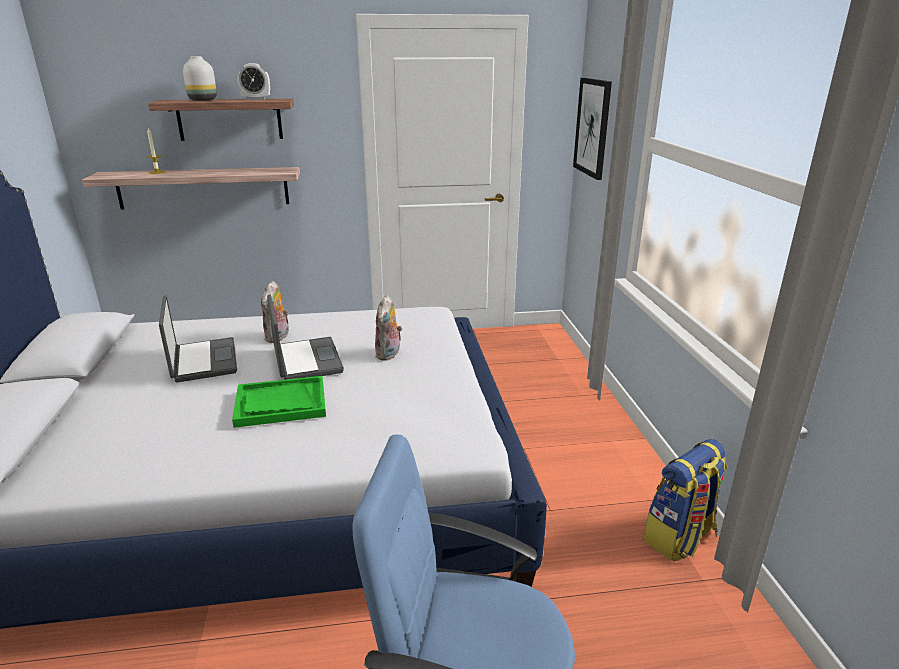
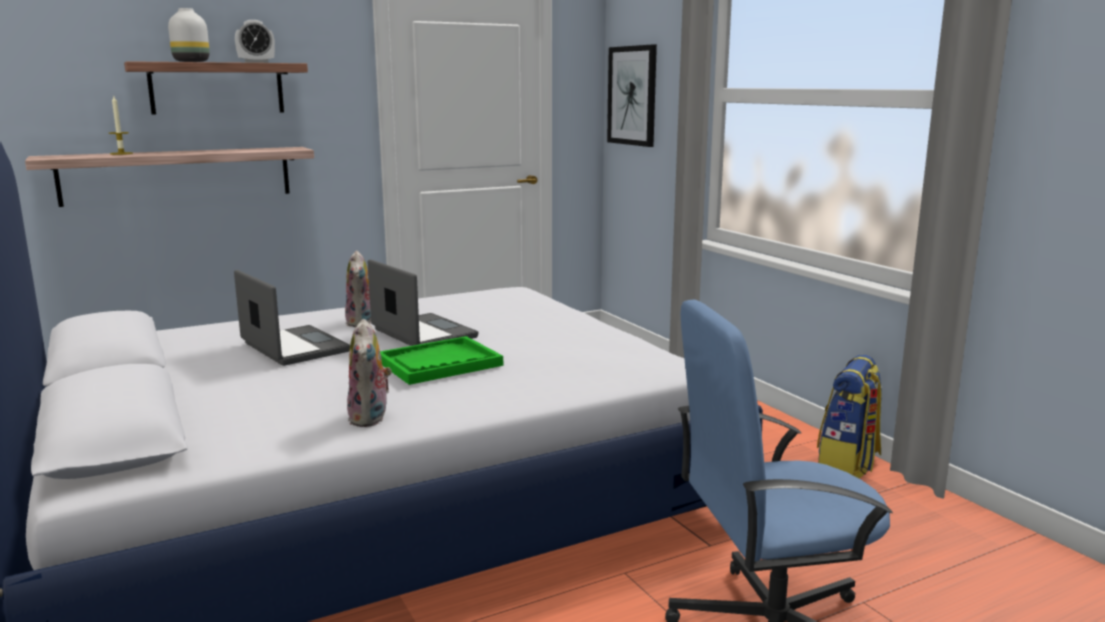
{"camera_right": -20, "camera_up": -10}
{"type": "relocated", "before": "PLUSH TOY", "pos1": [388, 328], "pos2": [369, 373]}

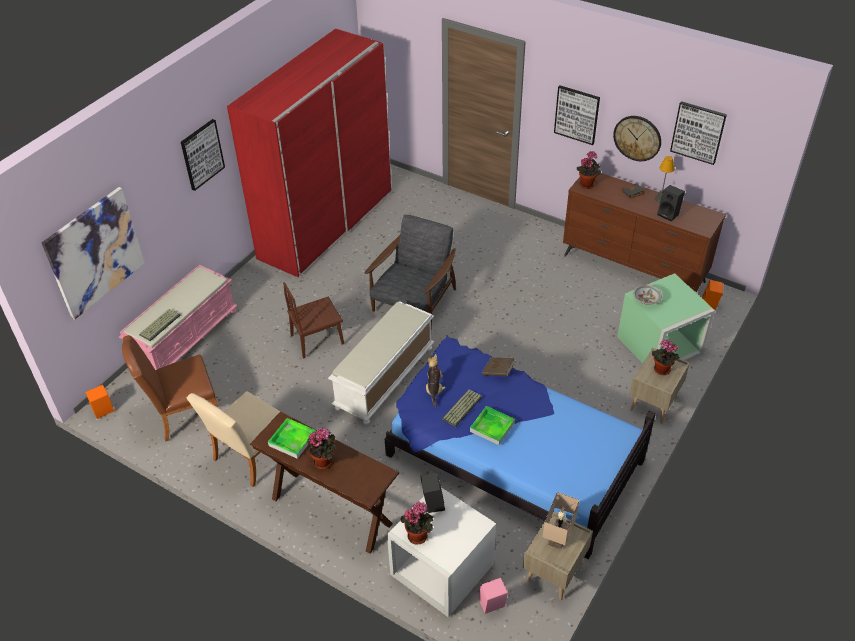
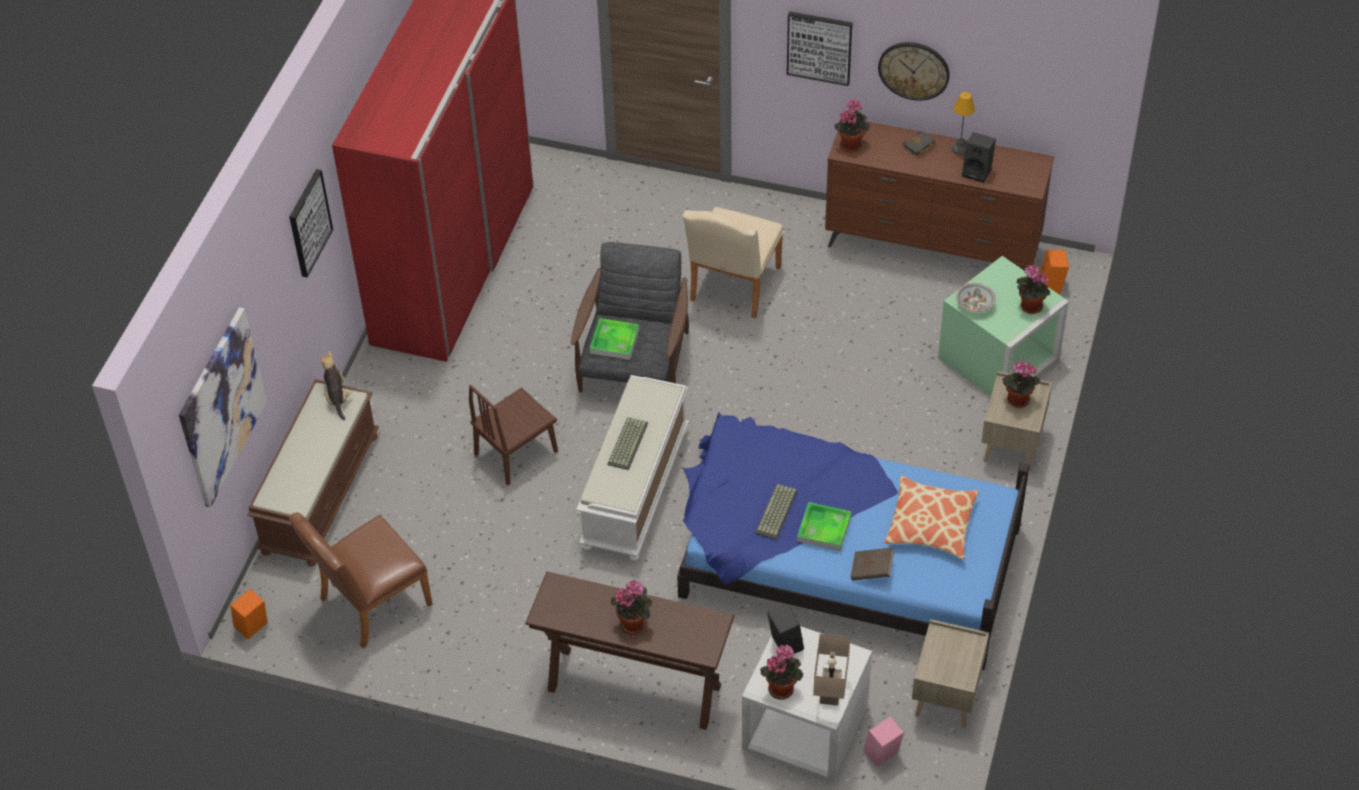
{"camera_right": -15, "camera_up": 5}
{"type": "missing", "before": "PICTURE", "pos1": [698, 133]}
{"type": "colour", "before": "PINK INDOOR BENCH", "after": "BROWN-COLOURED INDOOR BENCH", "pos1": [178, 317], "pos2": [313, 472]}
{"type": "relocated", "before": "PC KEYBOARD", "pos1": [160, 325], "pos2": [628, 443]}
{"type": "relocated", "before": "PLUSH TOY", "pos1": [436, 380], "pos2": [335, 385]}
{"type": "relocated", "before": "BROWN-COLOURED VOLUME", "pos1": [499, 367], "pos2": [872, 564]}
{"type": "relocated", "before": "BEIGE-COLOURED CHAIR", "pos1": [233, 439], "pos2": [733, 262]}
{"type": "relocated", "before": "TRAY", "pos1": [292, 438], "pos2": [614, 339]}
{"type": "relocated", "before": "BEIGE-COLOURED TABLE LAMP", "pos1": [561, 521], "pos2": [831, 670]}
{"type": "appeared", "after": "POTTED PLANT", "pos2": [1033, 289]}
{"type": "appeared", "after": "CUSHION", "pos2": [931, 517]}

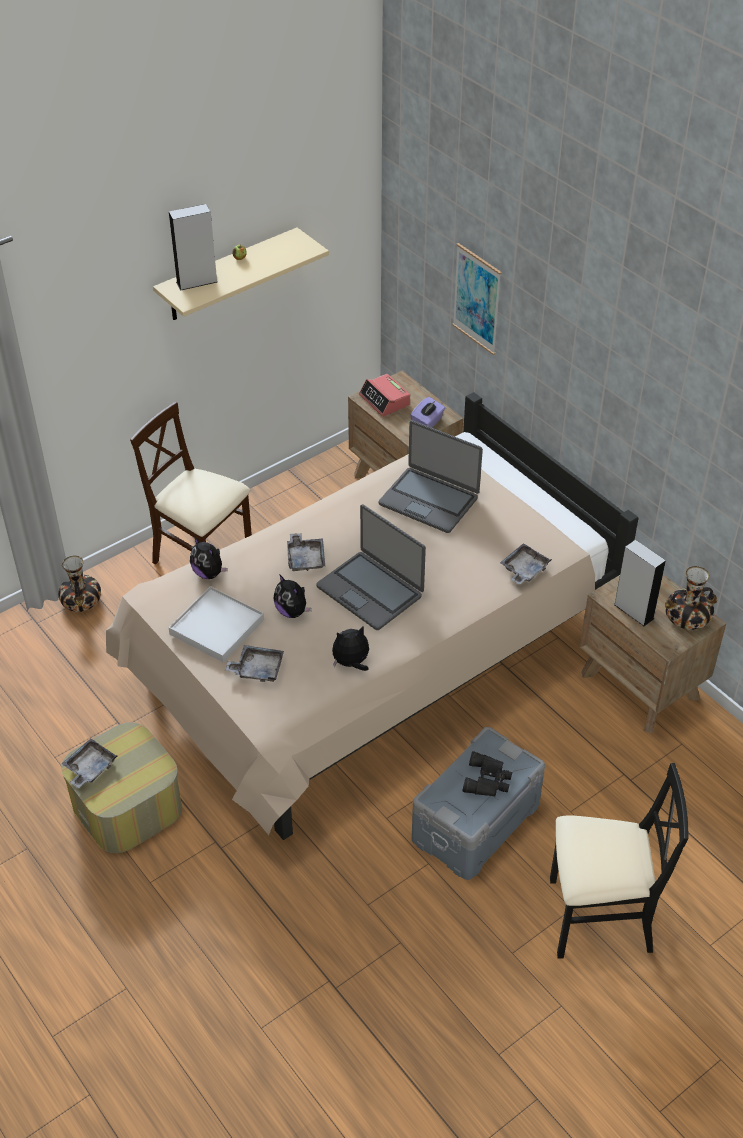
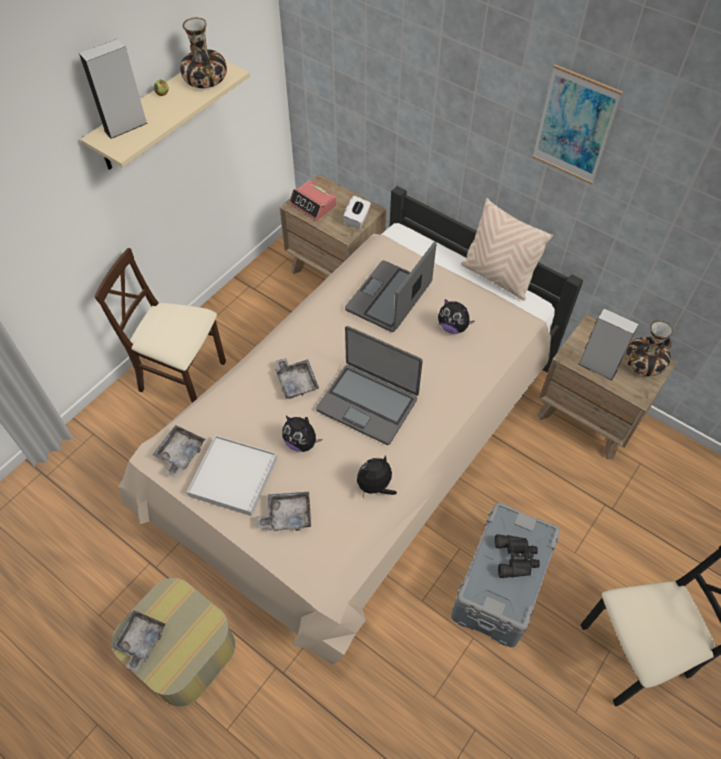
{"camera_right": -15, "camera_up": 10}
{"type": "relocated", "before": "PICTURE", "pos1": [477, 299], "pos2": [577, 124]}
{"type": "colour", "before": "PURPLISH TISSUE HOLDER", "after": "WHITISH TISSUE HOLDER", "pos1": [427, 412], "pos2": [357, 212]}
{"type": "spun", "before": "NOTEBOOK COMPUTER", "pos1": [431, 476], "pos2": [390, 287], "turn": 105}
{"type": "relocated", "before": "PLUSH TOY", "pos1": [209, 558], "pos2": [456, 316]}
{"type": "relocated", "before": "GREY TRAY", "pos1": [526, 564], "pos2": [179, 451]}
{"type": "relocated", "before": "FLOWER VASE", "pos1": [79, 583], "pos2": [203, 52]}
{"type": "appeared", "after": "BEIGE-COLOURED CUSHION", "pos2": [507, 249]}

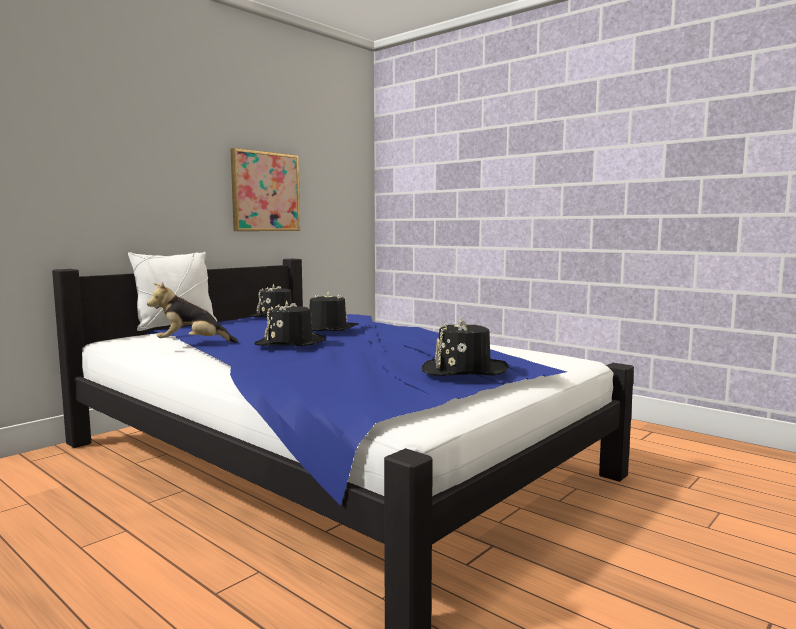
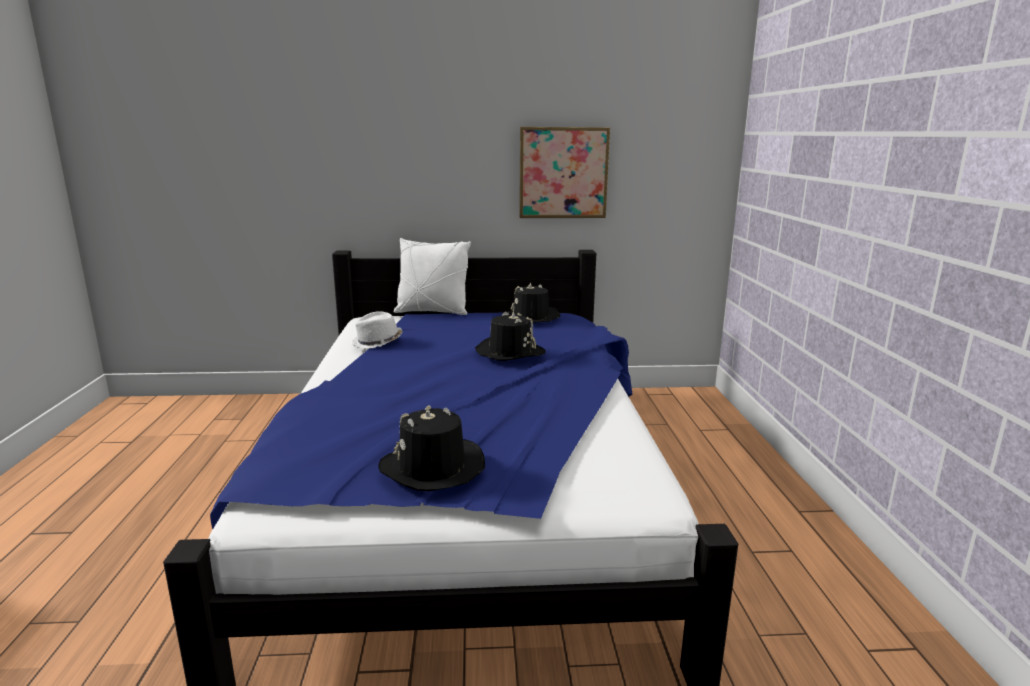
{"camera_right": 45, "camera_up": 10}
{"type": "exchanged", "before": "PLUSH TOY", "after": "WHITISH HAT", "pos1": [192, 312], "pos2": [377, 330]}
{"type": "missing", "before": "BLACKISH HAT", "pos1": [290, 323]}

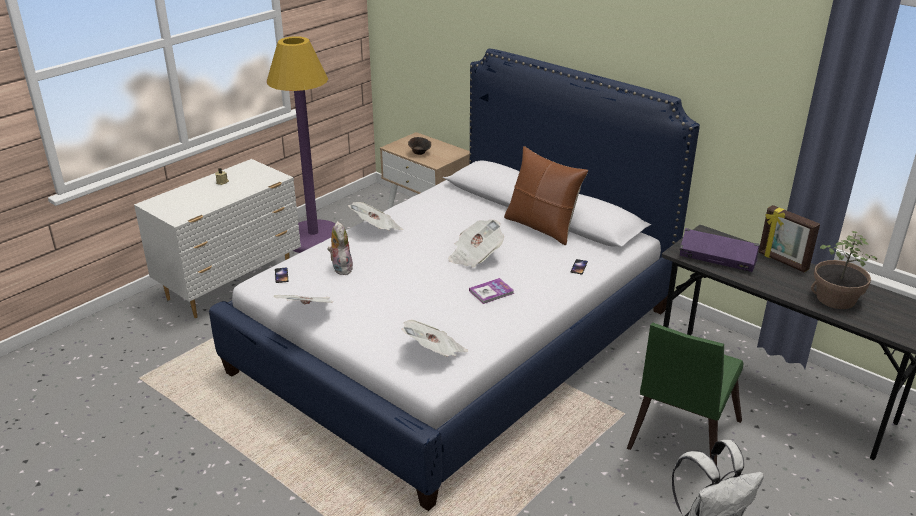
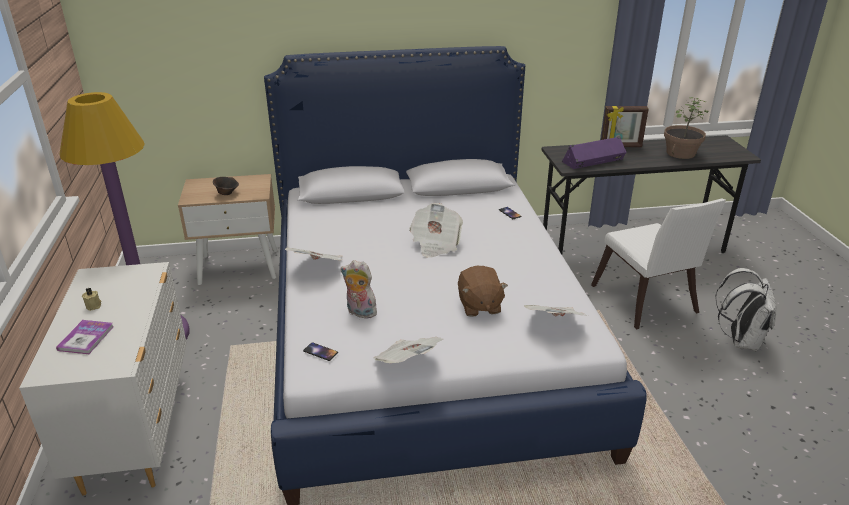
{"camera_right": -50, "camera_up": 0}
{"type": "missing", "before": "BROWN-COLOURED CUSHION", "pos1": [546, 195]}
{"type": "relocated", "before": "VOLUME", "pos1": [491, 291], "pos2": [85, 337]}
{"type": "colour", "before": "GREEN CHAIR", "after": "WHITISH CHAIR", "pos1": [685, 394], "pos2": [658, 263]}
{"type": "appeared", "after": "BROWN-COLOURED PLUSH TOY", "pos2": [483, 291]}

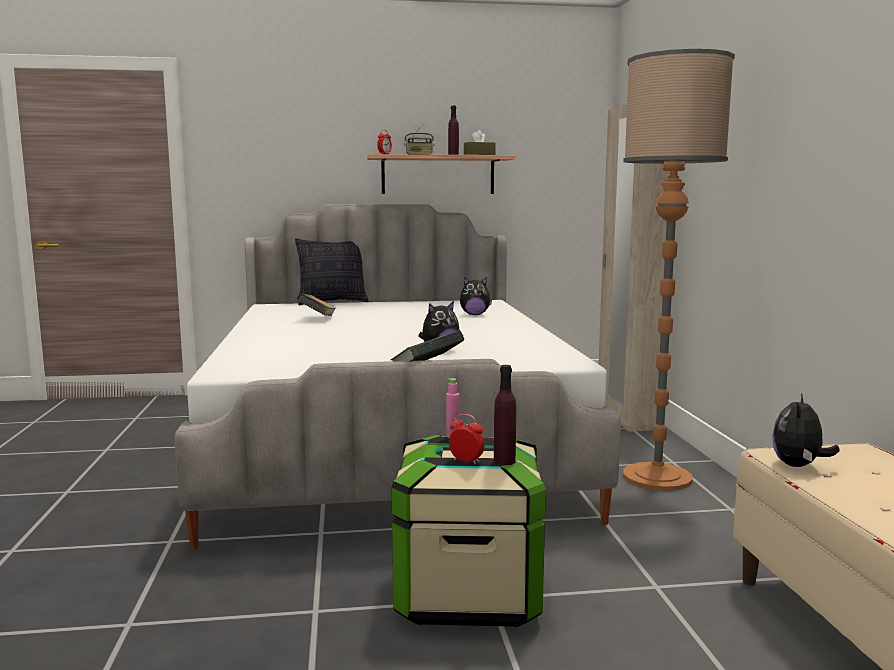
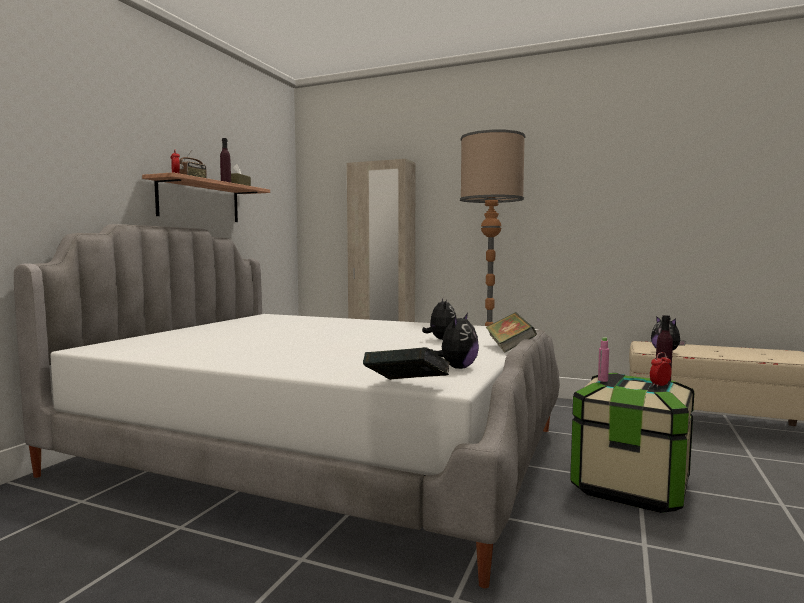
{"camera_right": -60, "camera_up": -5}
{"type": "missing", "before": "CUSHION", "pos1": [332, 271]}
{"type": "relocated", "before": "PLUSH TOY", "pos1": [476, 296], "pos2": [455, 341]}
{"type": "relocated", "before": "VOLUME", "pos1": [316, 304], "pos2": [406, 363]}

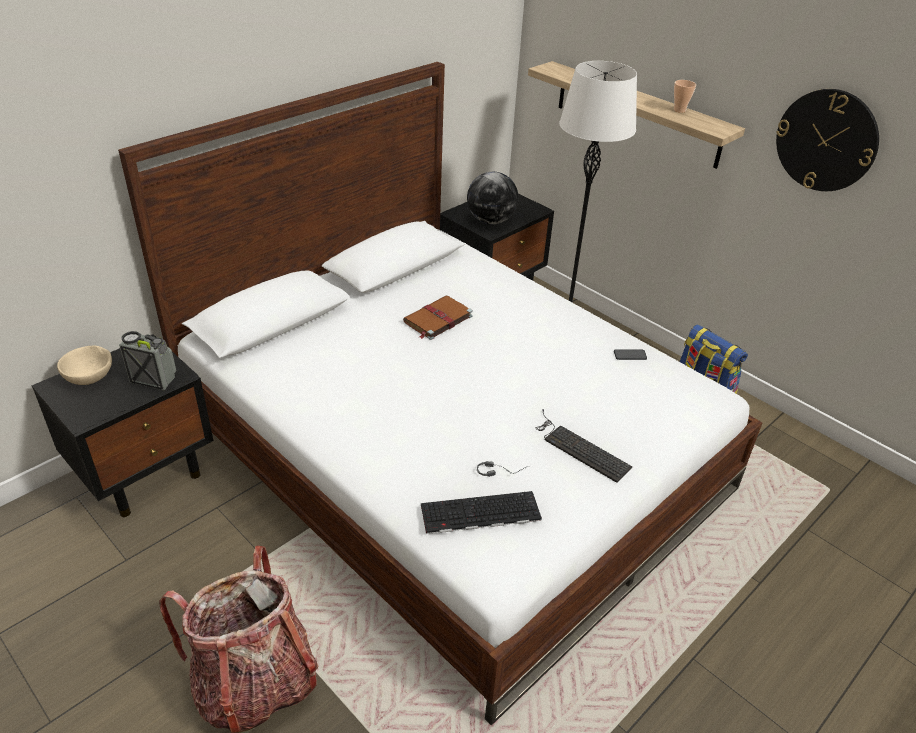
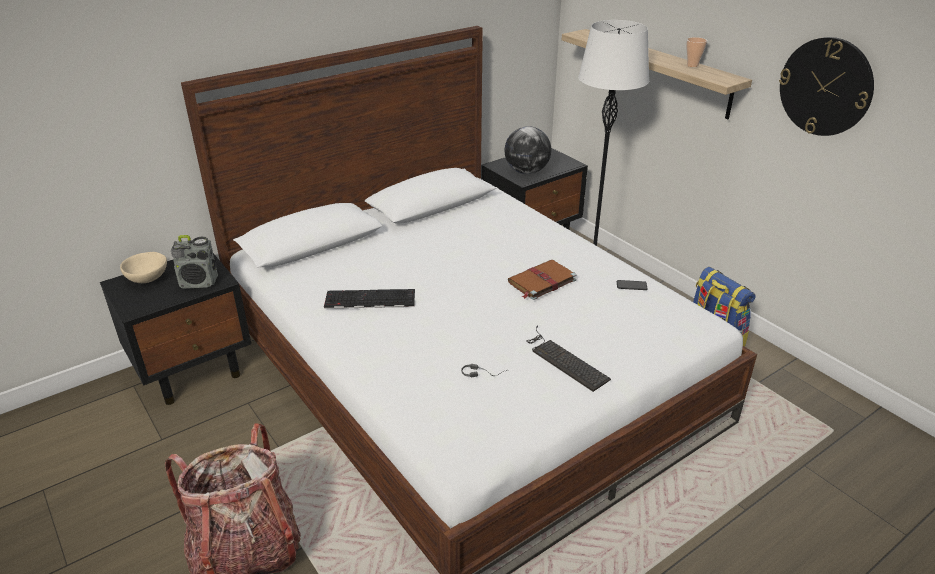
{"camera_right": 10, "camera_up": -5}
{"type": "relocated", "before": "BROWN-COLOURED VOLUME", "pos1": [438, 318], "pos2": [542, 280]}
{"type": "spun", "before": "RADIO RECEIVER", "pos1": [148, 360], "pos2": [194, 262], "turn": 150}
{"type": "relocated", "before": "PC KEYBOARD", "pos1": [481, 512], "pos2": [369, 299]}

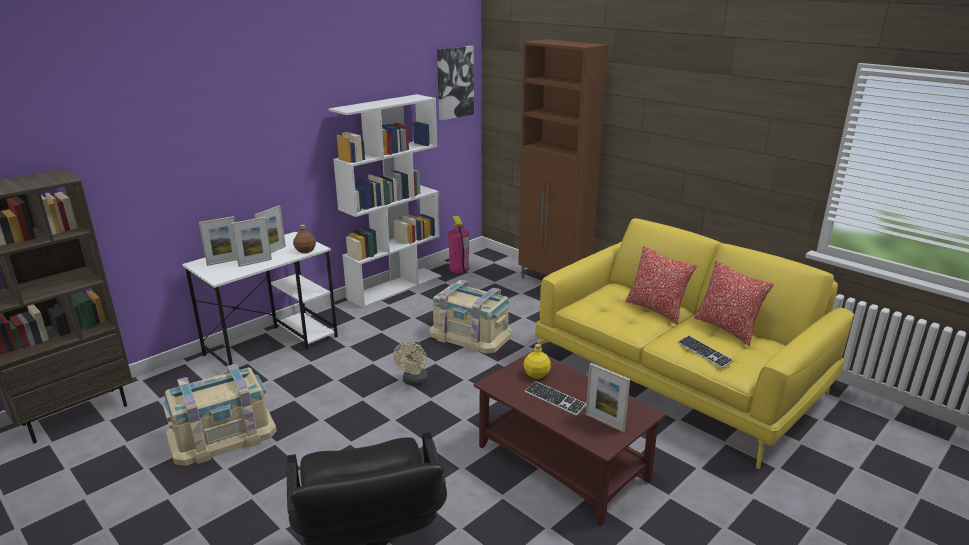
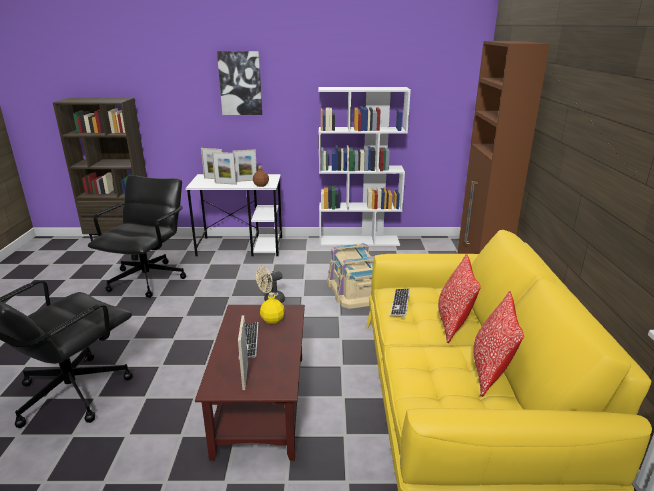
{"camera_right": 45, "camera_up": 0}
{"type": "relocated", "before": "PICTURE", "pos1": [455, 83], "pos2": [239, 83]}
{"type": "missing", "before": "FIRE-FIGHTING CYLINDER", "pos1": [458, 244]}
{"type": "relocated", "before": "PC KEYBOARD", "pos1": [706, 352], "pos2": [400, 303]}
{"type": "exchanged", "before": "BEIGE-COLOURED STORAGE CONTAINER", "after": "BLACKISH COMPUTER CHAIR", "pos1": [219, 415], "pos2": [137, 236]}

